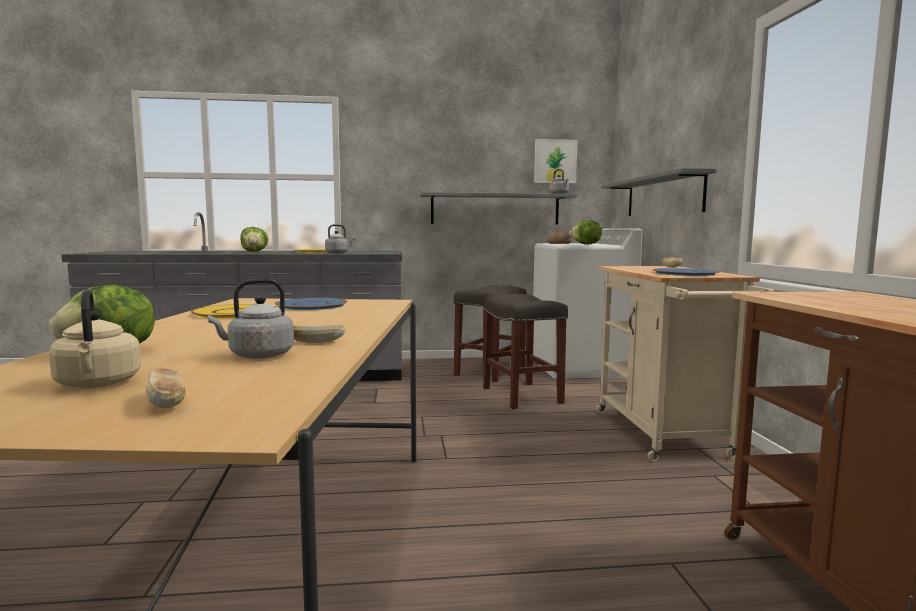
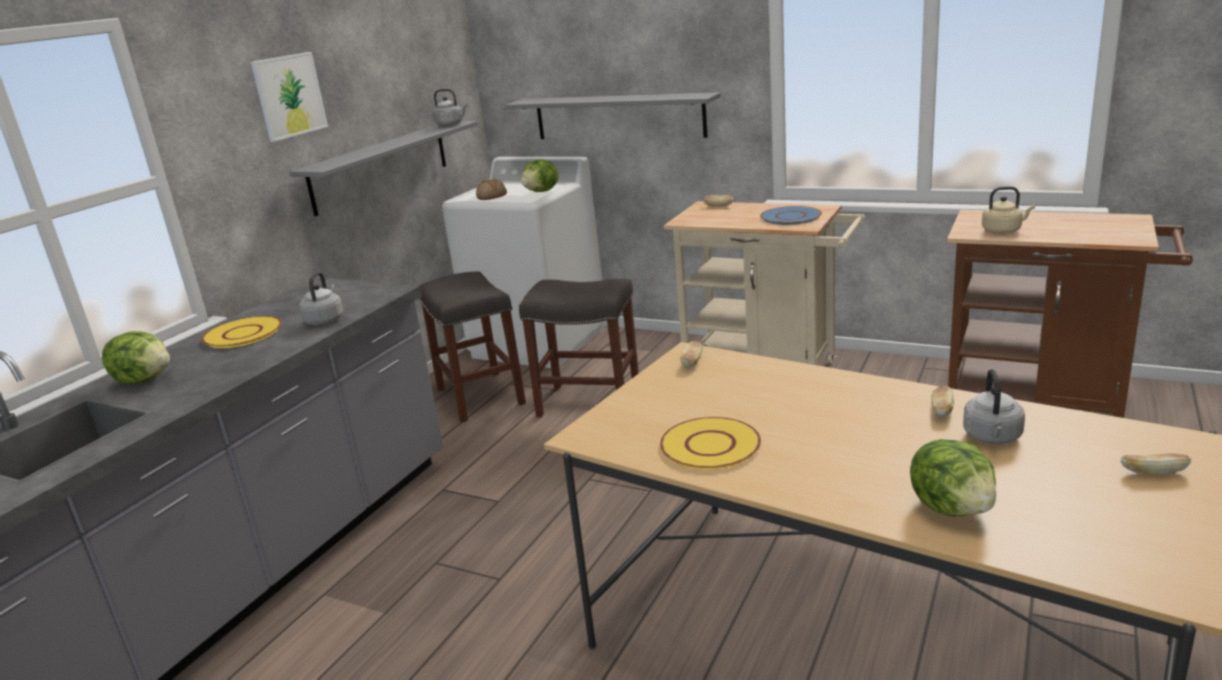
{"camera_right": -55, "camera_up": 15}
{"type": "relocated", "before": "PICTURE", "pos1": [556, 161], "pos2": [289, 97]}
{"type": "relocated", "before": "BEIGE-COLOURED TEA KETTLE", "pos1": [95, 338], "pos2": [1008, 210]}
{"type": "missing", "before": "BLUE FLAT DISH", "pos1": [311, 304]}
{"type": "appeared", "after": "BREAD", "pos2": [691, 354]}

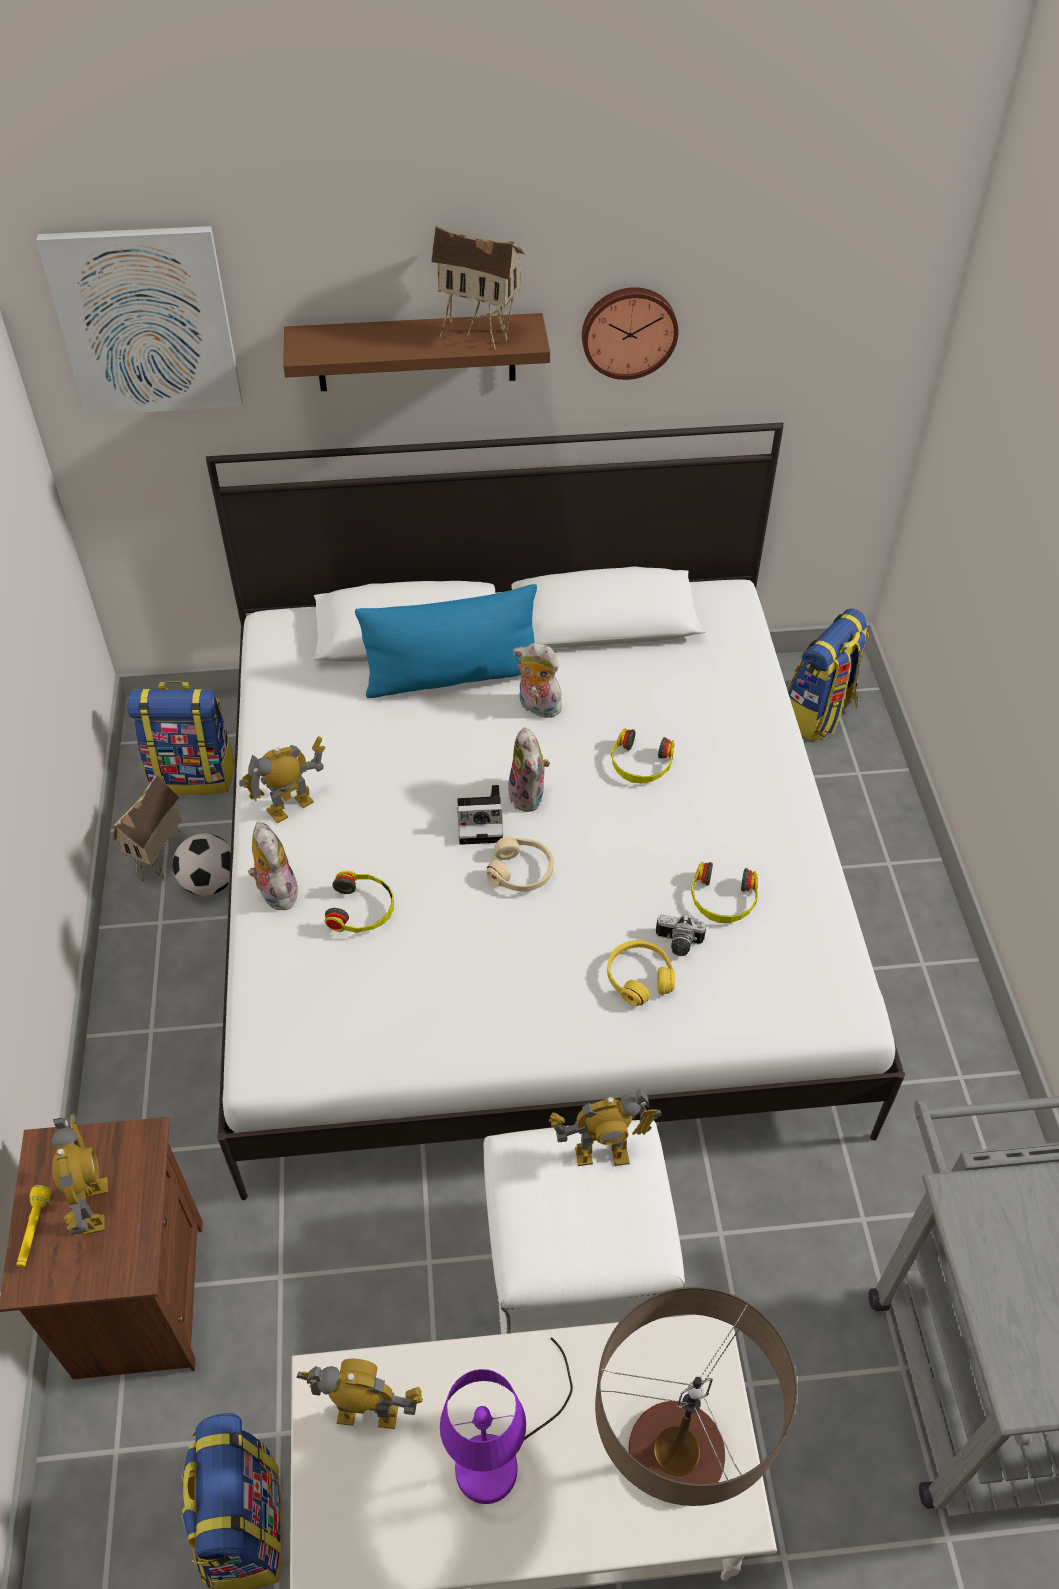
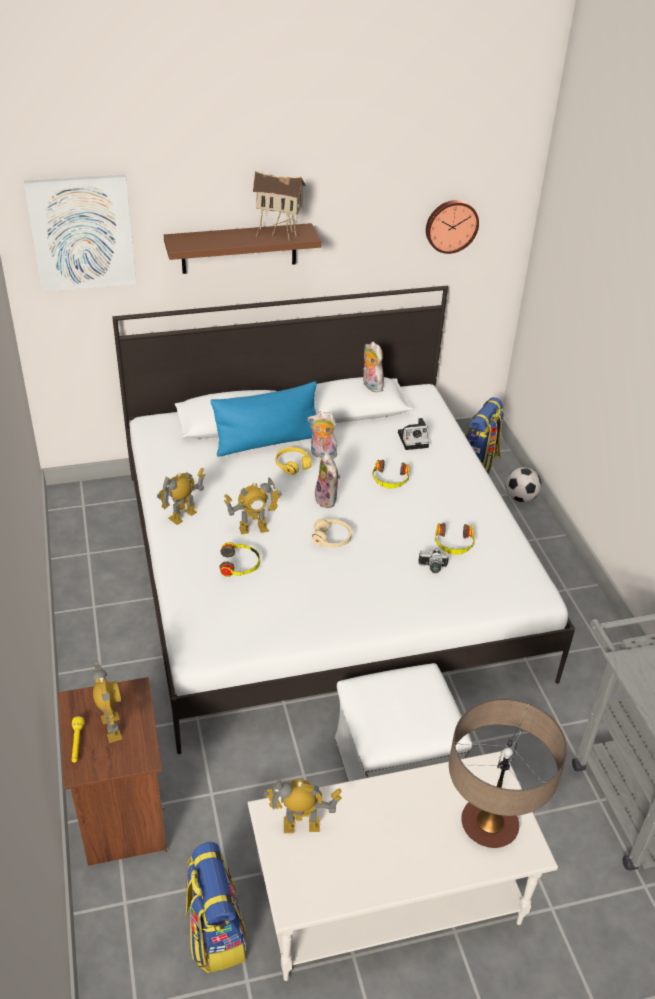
{"camera_right": -10, "camera_up": -10}
{"type": "relocated", "before": "CLOCK ON THE WALL", "pos1": [630, 333], "pos2": [452, 227]}
{"type": "missing", "before": "BACKPACK", "pos1": [180, 738]}
{"type": "missing", "before": "MINIATURE HOUSE", "pos1": [150, 828]}
{"type": "relocated", "before": "PHOTO CAMERA", "pos1": [480, 815], "pos2": [413, 434]}
{"type": "relocated", "before": "PLUSH TOY", "pos1": [274, 865], "pos2": [373, 367]}
{"type": "relocated", "before": "FOOTBALL BALL", "pos1": [201, 864], "pos2": [523, 484]}
{"type": "relocated", "before": "YELLOWISH PAIR OF HEADPHONES", "pos1": [641, 973], "pos2": [293, 461]}
{"type": "relocated", "before": "MODEL ROBOT", "pos1": [605, 1127], "pos2": [253, 506]}
{"type": "missing", "before": "PURPLISH TABLE LAMP", "pos1": [506, 1420]}

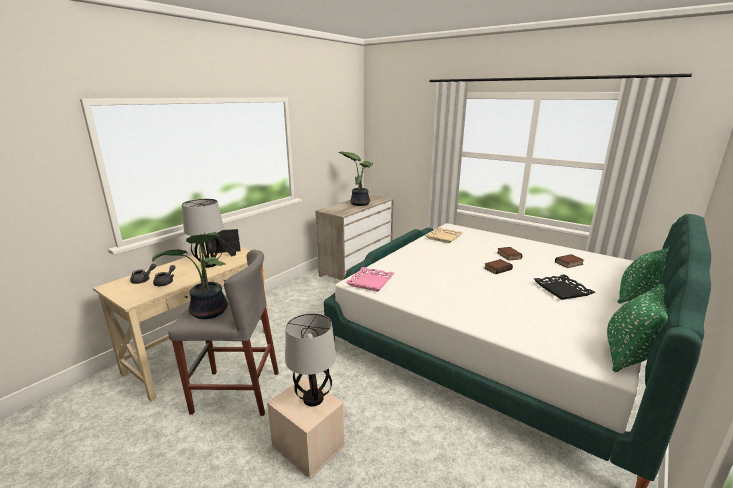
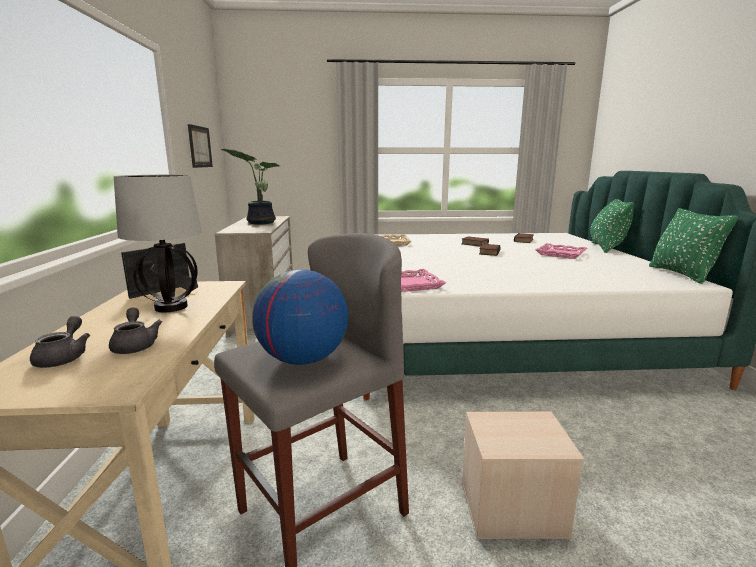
{"camera_right": -40, "camera_up": -5}
{"type": "exchanged", "before": "POTTED PLANT", "after": "DESK GLOBE", "pos1": [190, 275], "pos2": [300, 317]}
{"type": "colour", "before": "BLACKISH TRAY", "after": "PINK TRAY", "pos1": [565, 287], "pos2": [561, 251]}
{"type": "missing", "before": "TABLE LAMP", "pos1": [310, 360]}
{"type": "appeared", "after": "PICTURE", "pos2": [200, 146]}

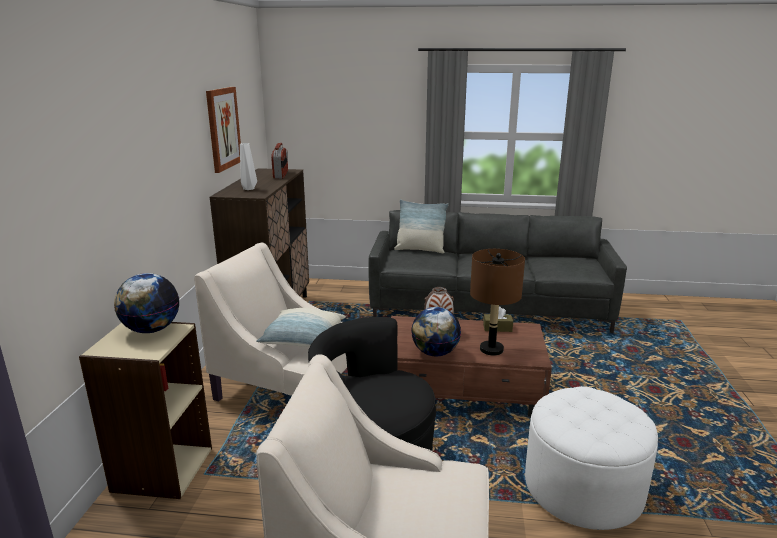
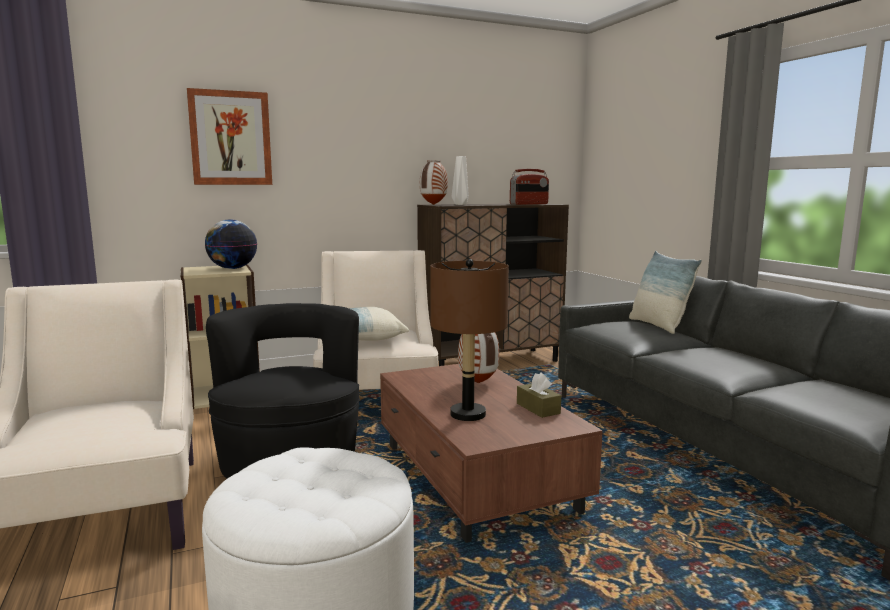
{"camera_right": 60, "camera_up": -10}
{"type": "relocated", "before": "PICTURE", "pos1": [223, 130], "pos2": [229, 136]}
{"type": "missing", "before": "DESK GLOBE", "pos1": [436, 331]}
{"type": "appeared", "after": "FLOWER VASE", "pos2": [434, 182]}

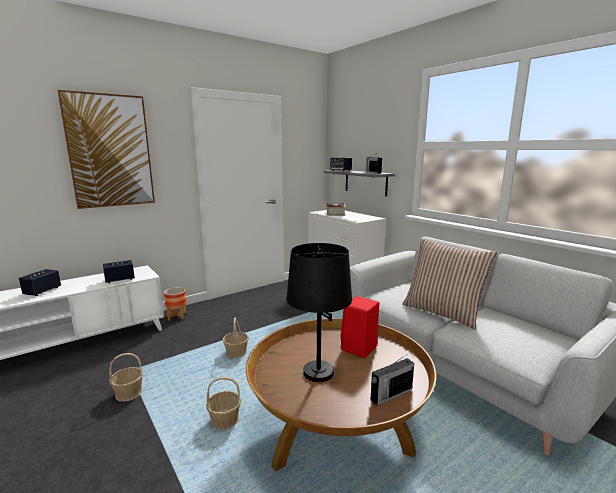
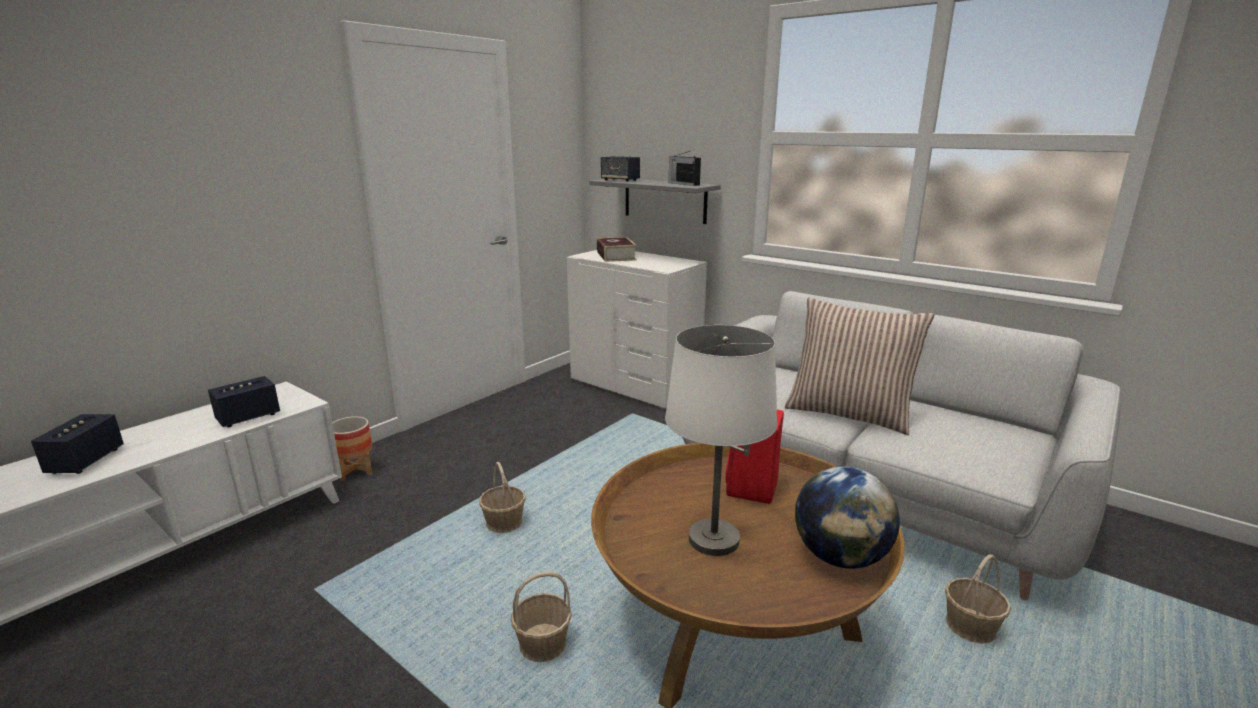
{"camera_right": -15, "camera_up": 5}
{"type": "missing", "before": "PICTURE", "pos1": [106, 149]}
{"type": "colour", "before": "BLACKISH TABLE LAMP", "after": "WHITISH TABLE LAMP", "pos1": [319, 312], "pos2": [721, 440]}
{"type": "relocated", "before": "STORAGE BASKET", "pos1": [126, 377], "pos2": [978, 599]}
{"type": "exchanged", "before": "RADIO RECEIVER", "after": "DESK GLOBE", "pos1": [392, 380], "pos2": [847, 517]}

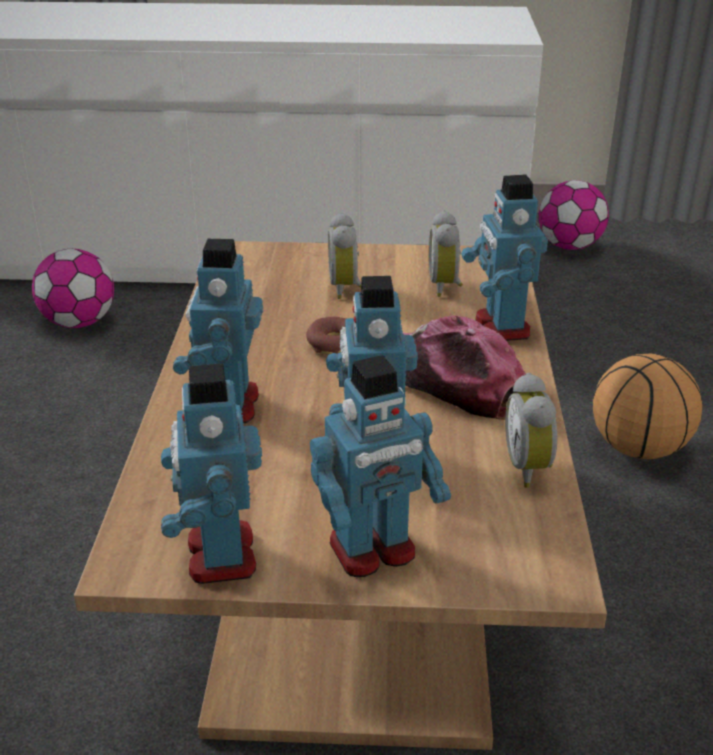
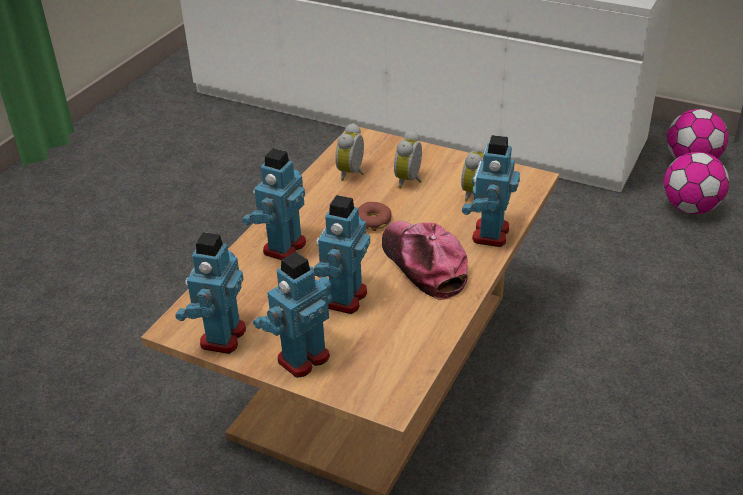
{"camera_right": 25, "camera_up": 5}
{"type": "relocated", "before": "FOOTBALL BALL", "pos1": [73, 288], "pos2": [696, 183]}
{"type": "missing", "before": "BASKETBALL BALL", "pos1": [648, 406]}
{"type": "spun", "before": "MODEL ROBOT", "pos1": [380, 466], "pos2": [293, 315], "turn": 135}
{"type": "relocated", "before": "BEDSIDE CLOCK", "pos1": [531, 430], "pos2": [349, 152]}

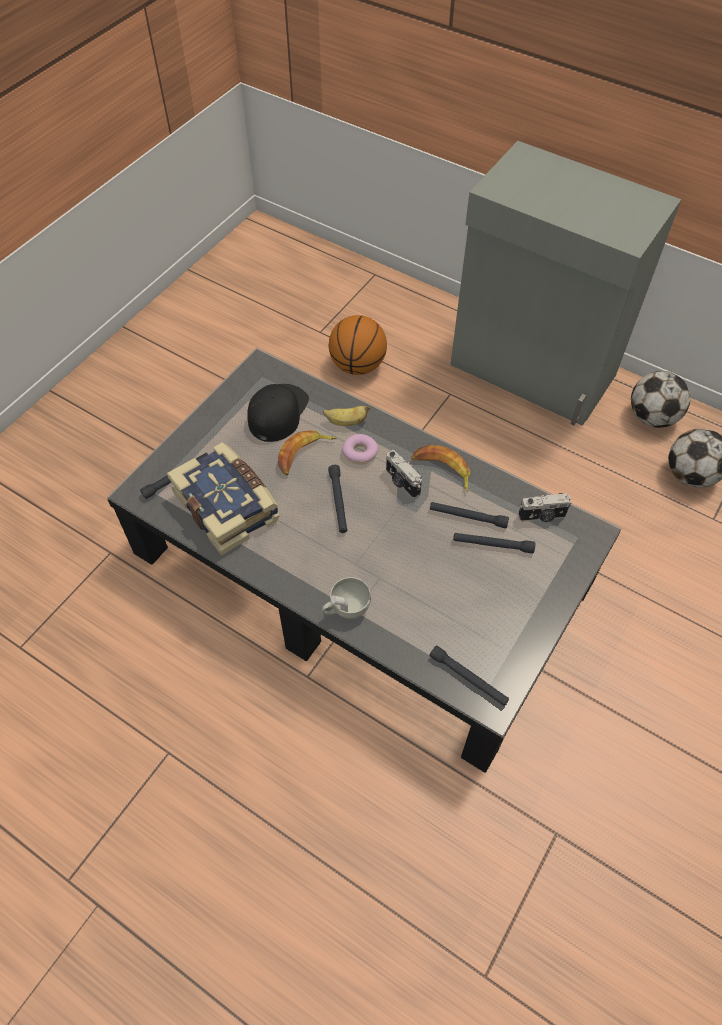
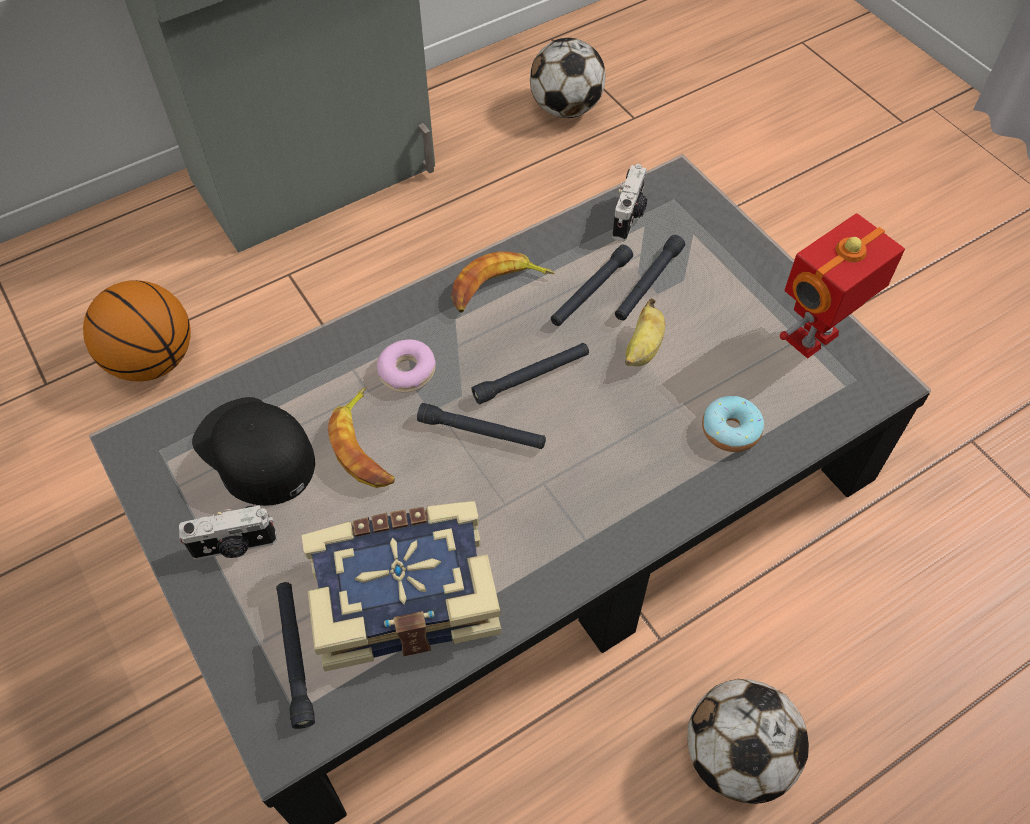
{"camera_right": -65, "camera_up": 0}
{"type": "relocated", "before": "FOOTBALL BALL", "pos1": [660, 399], "pos2": [748, 741]}
{"type": "relocated", "before": "BANANA FRUIT", "pos1": [346, 416], "pos2": [645, 332]}
{"type": "relocated", "before": "PHOTO CAMERA", "pos1": [404, 474], "pos2": [228, 532]}
{"type": "missing", "before": "WHITISH DRINKING CUP", "pos1": [346, 598]}
{"type": "relocated", "before": "BLACKISH TORCH", "pos1": [469, 675], "pos2": [530, 373]}
{"type": "appeared", "after": "MODEL ROBOT", "pos2": [842, 286]}
{"type": "appeared", "after": "DONUT", "pos2": [733, 424]}

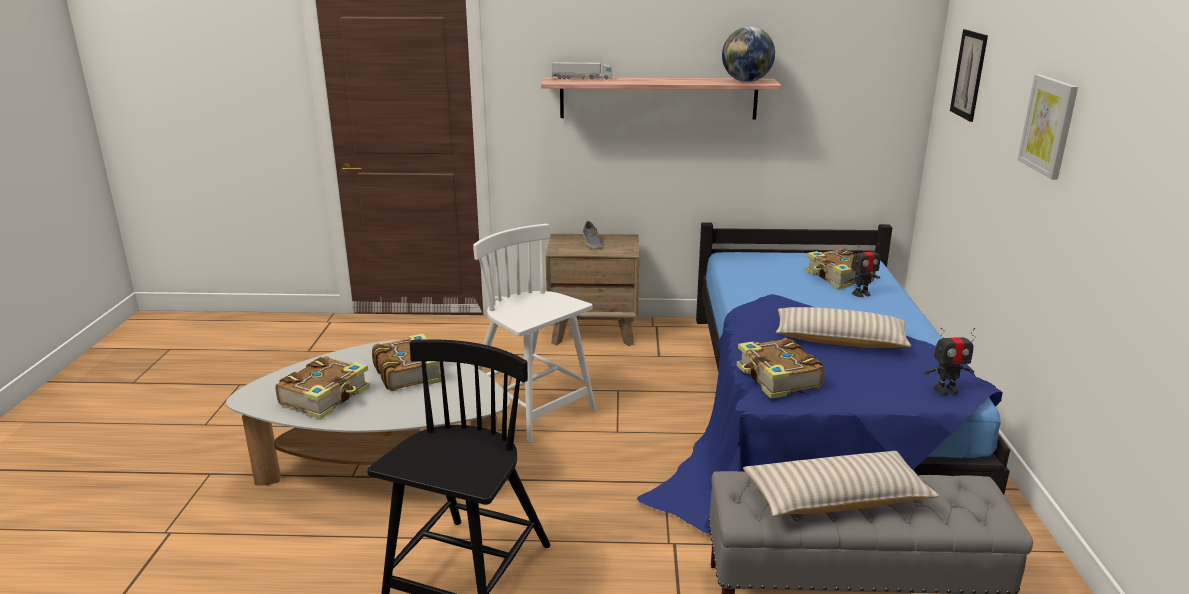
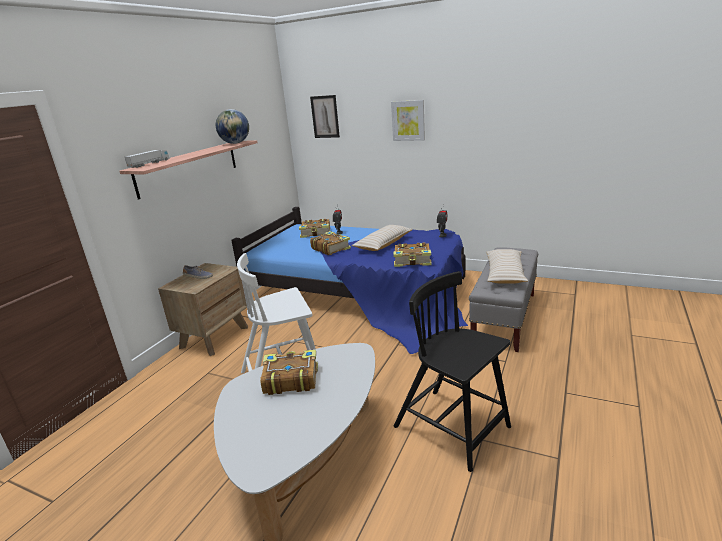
{"camera_right": -65, "camera_up": 0}
{"type": "relocated", "before": "VOLUME", "pos1": [322, 387], "pos2": [330, 243]}

